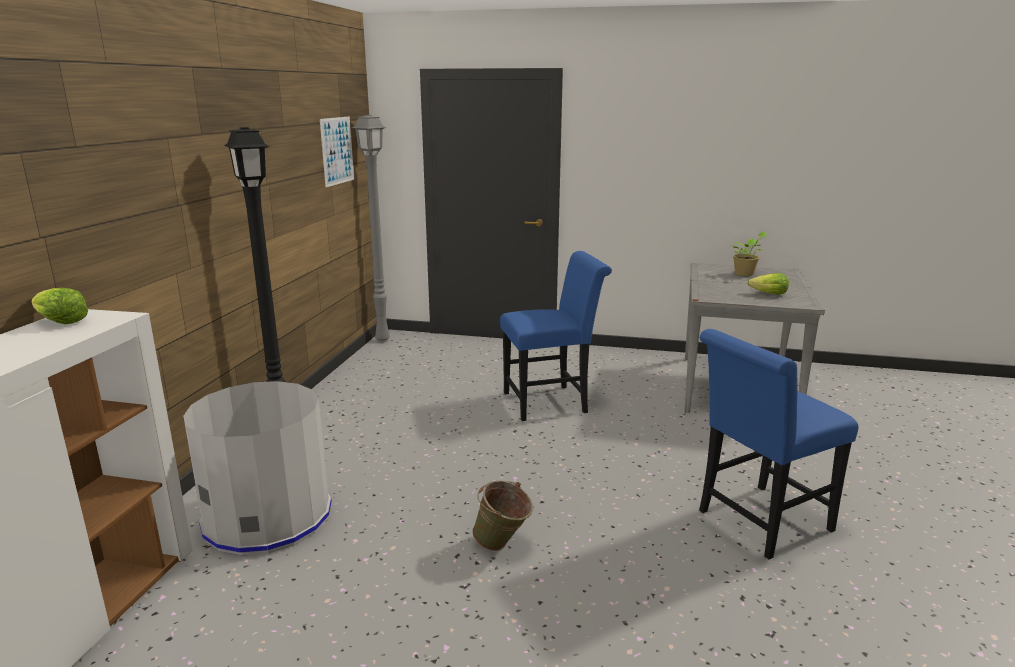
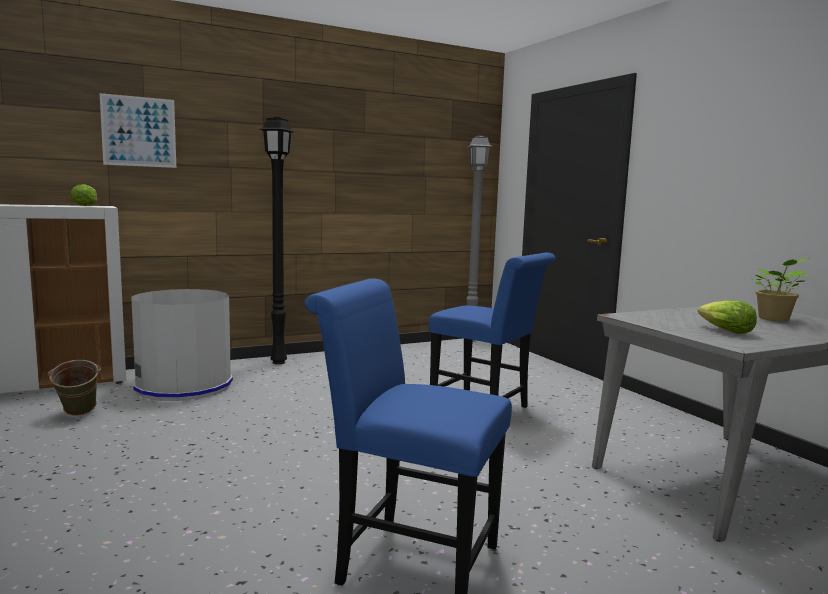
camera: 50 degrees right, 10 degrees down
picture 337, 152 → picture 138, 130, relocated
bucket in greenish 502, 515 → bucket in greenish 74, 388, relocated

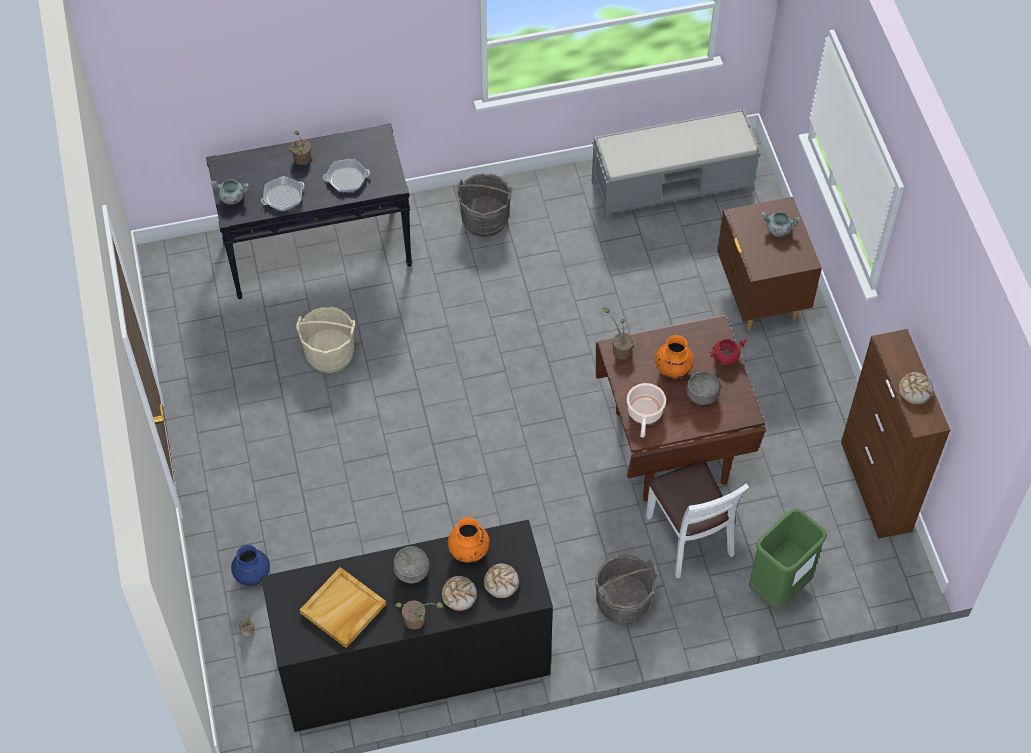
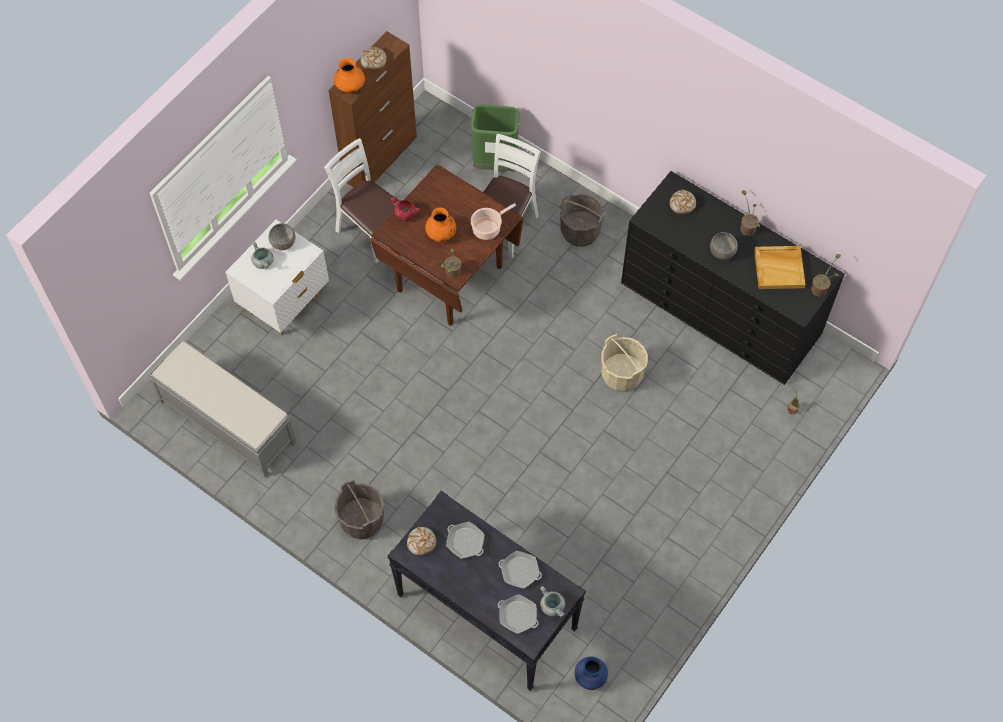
camera: 130 degrees left, 5 degrees up
decorative vase in blue 250, 565 → decorative vase in blue 591, 673, relocated
plant in a pot 300, 148 → plant in a pot 826, 275, relocated
bucket in beige-coloured 325, 340 → bucket in beige-coloured 624, 363, relocated
bread 459, 593 → bread 421, 541, relocated
decorative vase in orangey 469, 540 → decorative vase in orangey 349, 75, relocated
serving bowl in greyish 703, 388 → serving bowl in greyish 282, 236, relocated
night table in brown-coloured 769, 263 → night table in white-coloured 277, 277
- → upright chair in white-coloured 361, 201
- → pan 518, 614

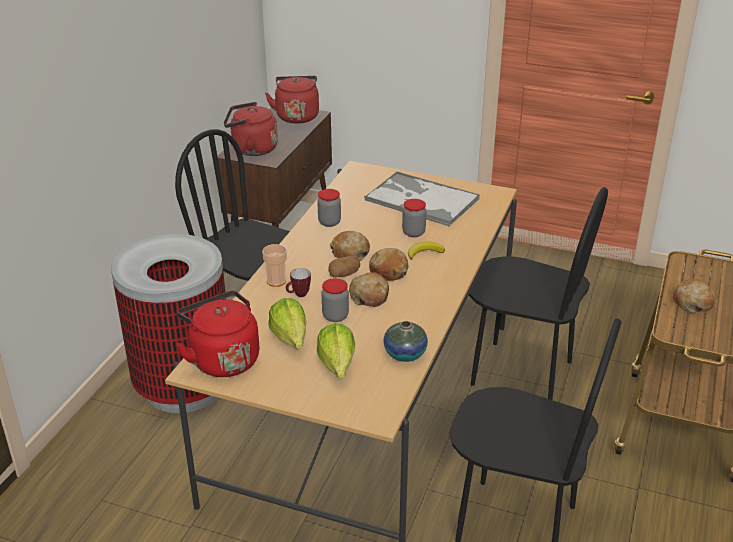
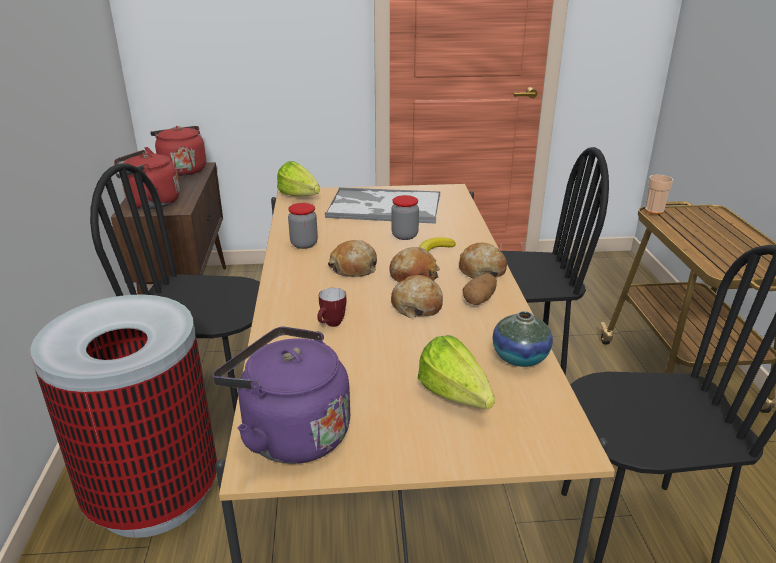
camera: 25 degrees left, 5 degrees down
tea kettle in red-coloured 217, 334 → tea kettle in purple 281, 395
drinking cup 274, 265 → drinking cup 659, 194, relocated
lettuce head 287, 323 → lettuce head 298, 178, relocated
preserve jar 335, 300 → -
potato 344, 267 → potato 480, 289, relocated
bread 694, 296 → bread 483, 261, relocated

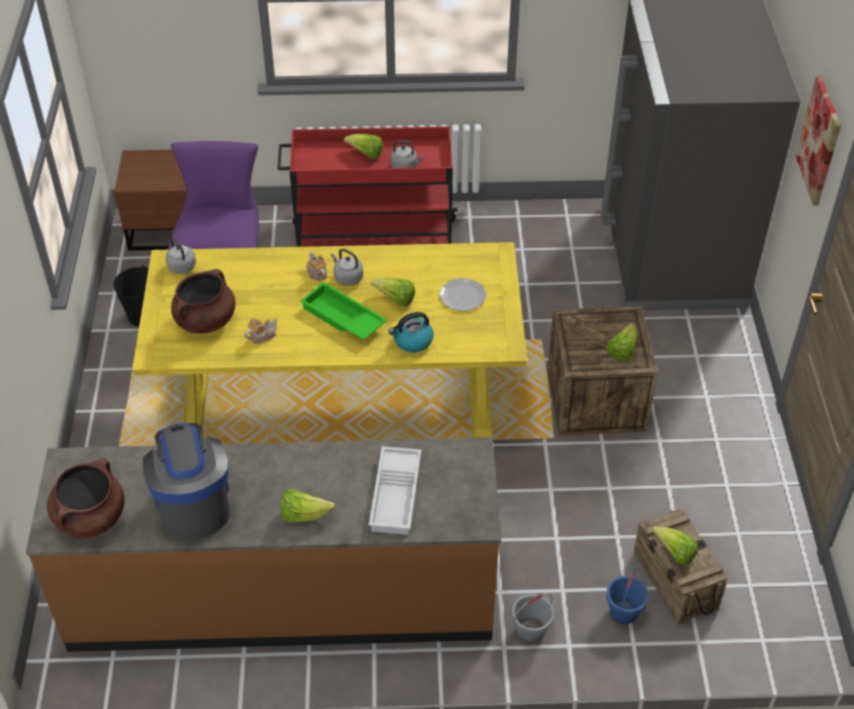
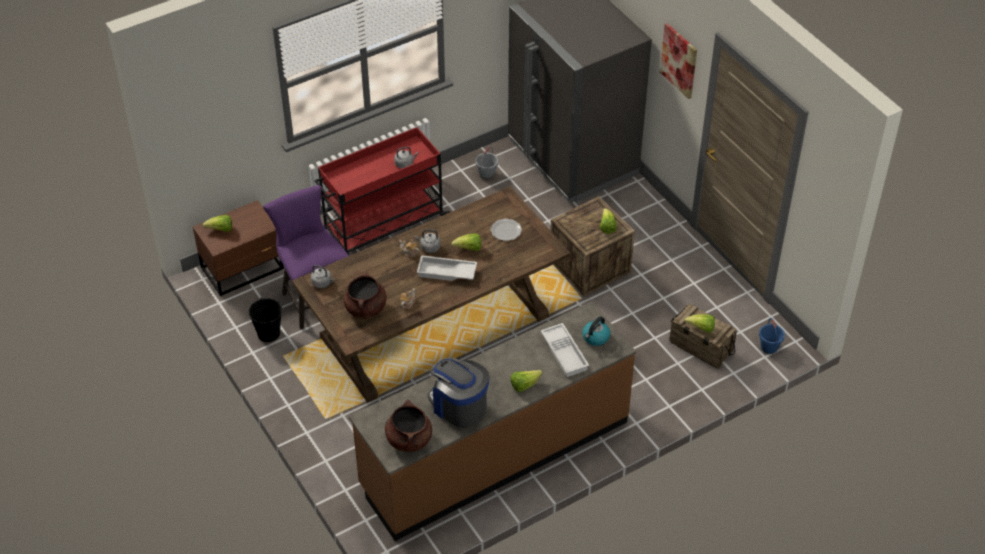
camera: 30 degrees left, 0 degrees up
dining table in yellow 330, 340 → dining table in brown-coloured 431, 294
serving tray in greenish 343, 311 → serving tray in white-coloured 447, 268
lettuce head 363, 146 → lettuce head 217, 223, relocated
tea kettle 411, 332 → tea kettle 596, 331, relocated
bucket in greyish 533, 618 → bucket in greyish 486, 163, relocated
bucket in blue 627, 596 → bucket in blue 772, 336, relocated

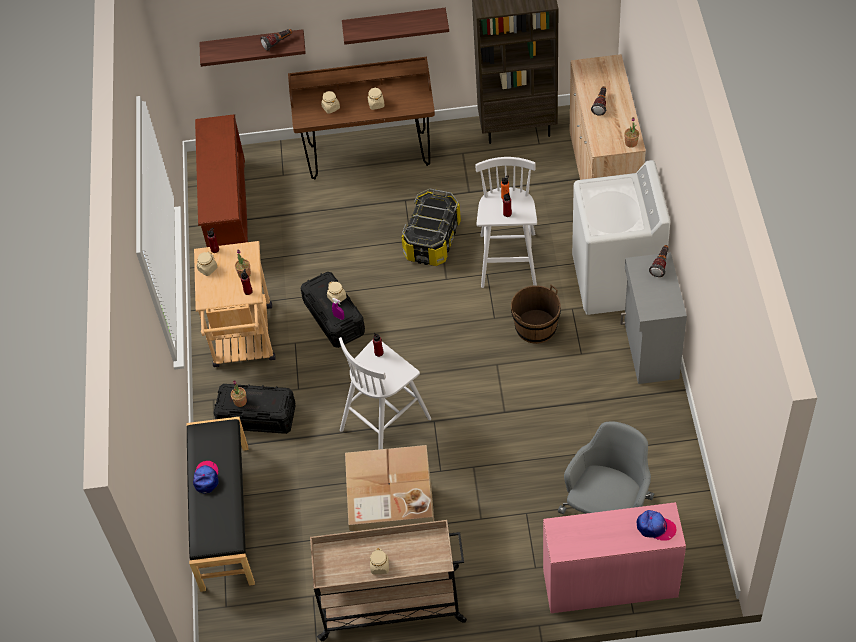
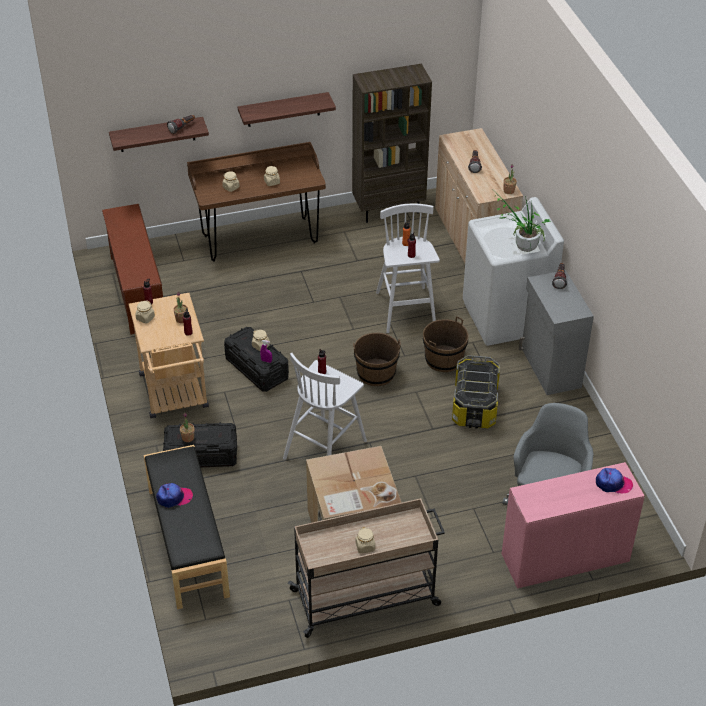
camera: 15 degrees left, 10 degrees down
baseball cap 206, 477 → baseball cap 174, 495, 90 degrees clockwise
storage container 431, 227 → storage container 476, 392, relocated
- → bucket in brown-coloured 377, 359
- → plant in a pot 524, 223

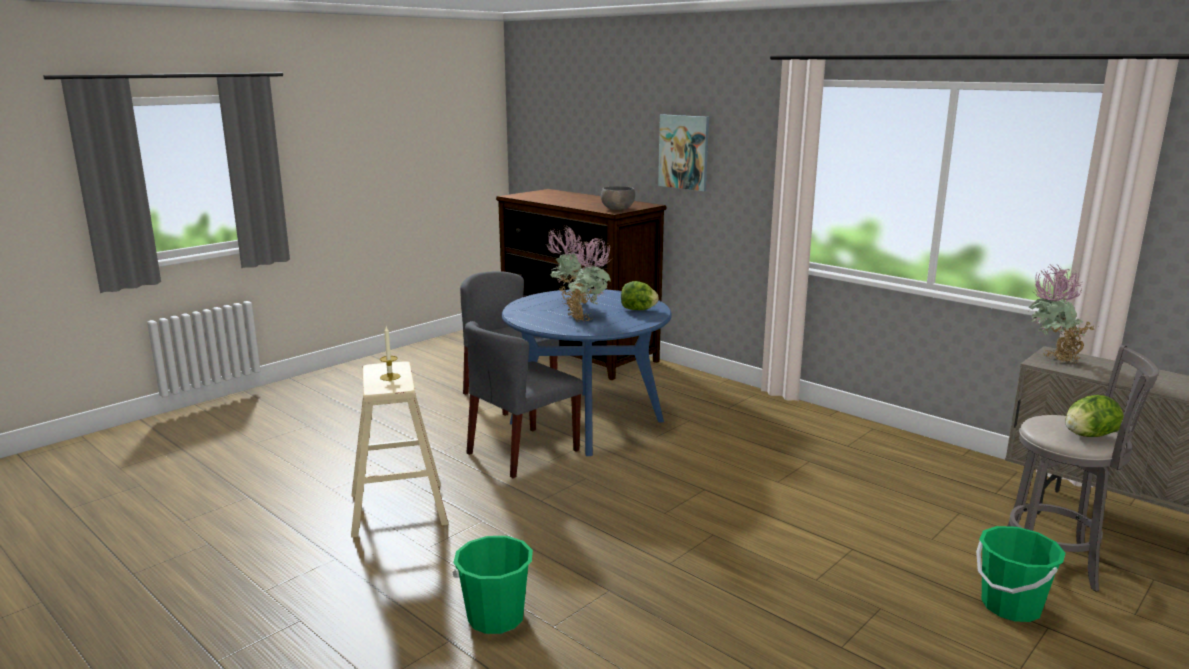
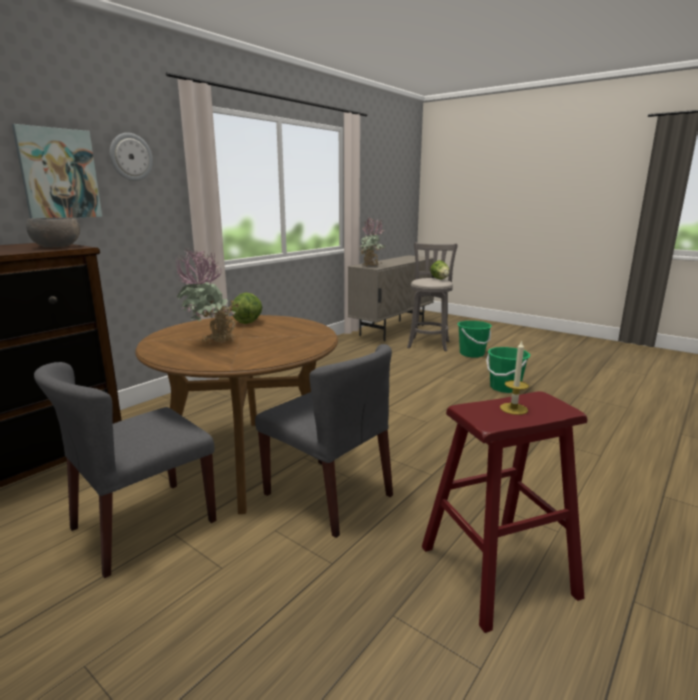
camera: 95 degrees left, 0 degrees up
sitting stool in beige-coloured 399, 449 → sitting stool in red-coloured 504, 512
bucket in greenish 492, 585 → bucket in greenish 508, 370, relocated
dining table in blue 587, 372 → dining table in brown-coloured 236, 414
plant in a pot 585, 280 → -
- → wall clock 131, 157

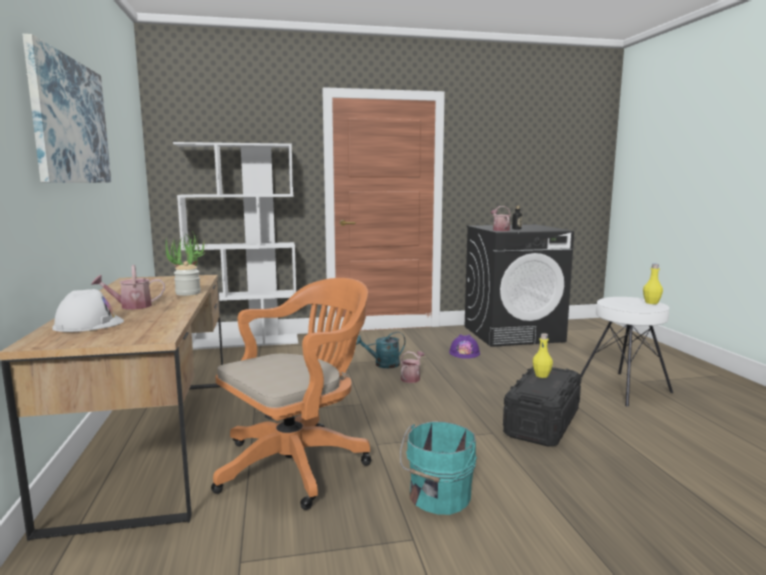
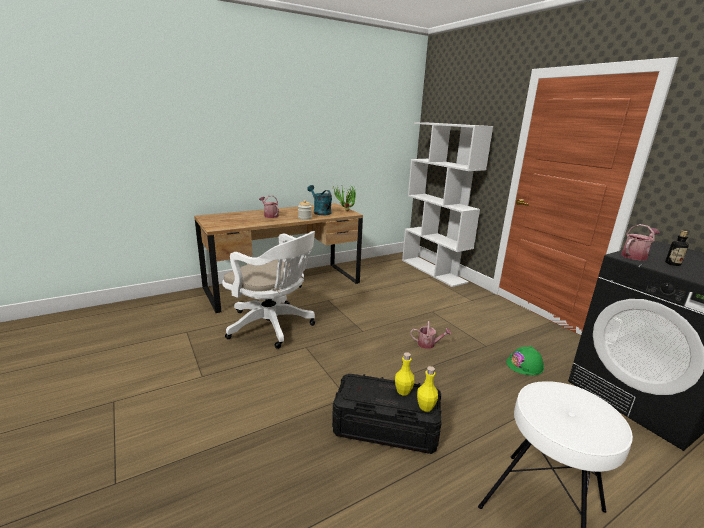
camera: 70 degrees right, 10 degrees up
picture 66, 108 → -
hard hat in white-coloured 88, 310 → -
computer chair in orangey 291, 394 → computer chair in white-coloured 268, 290
sprinkling can in turquoise-coloured 381, 350 → sprinkling can in turquoise-coloured 319, 200, relocated
bucket in turquoise-coloured 438, 468 → -
hard hat in purple 464, 346 → hard hat in greenish 525, 360
bottle in yellow 653, 284 → bottle in yellow 427, 389, relocated

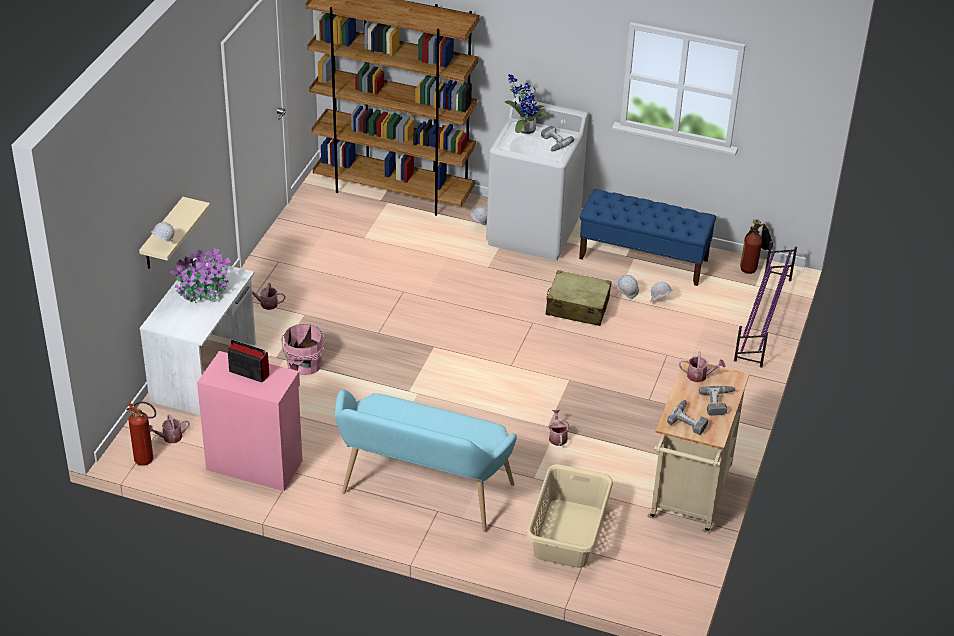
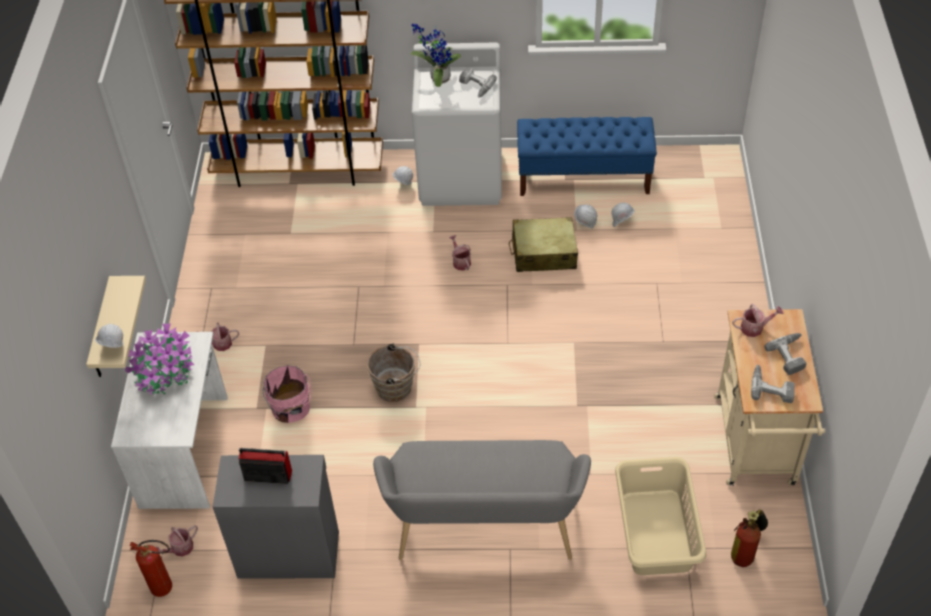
camera: 15 degrees left, 10 degrees up
storage cabinet in pink 250, 421 → storage cabinet in greyish 276, 517
indoor bench in turquoise-coloured 426, 461 → indoor bench in greyish 482, 500
sprinkling can 559, 428 → sprinkling can 460, 253, relocated
shoe rack in purple 765, 304 → -
extinguisher 756, 246 → extinguisher 749, 538, relocated
- → bucket in brown-coloured 393, 372

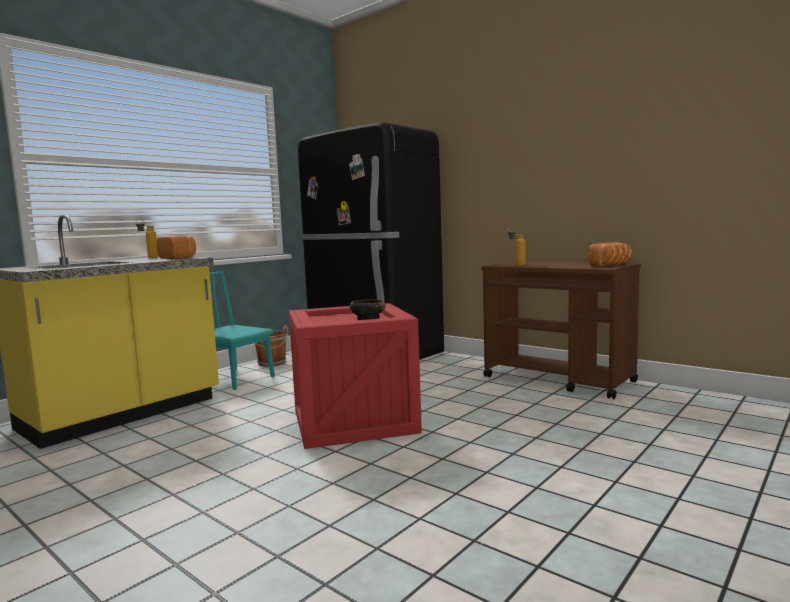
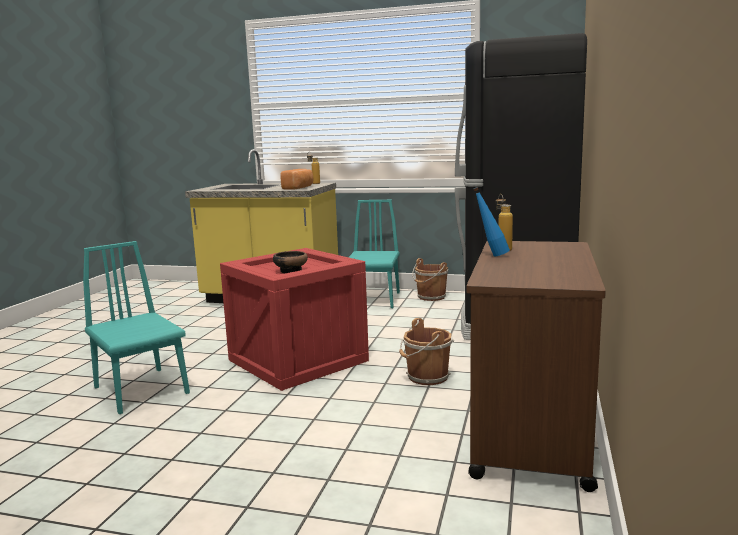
camera: 65 degrees right, 5 degrees up
bread 610, 254 → -
- → upright chair in turquoise-coloured 136, 327
- → bucket in brown-coloured 426, 351
- → bottle in blue 492, 221

